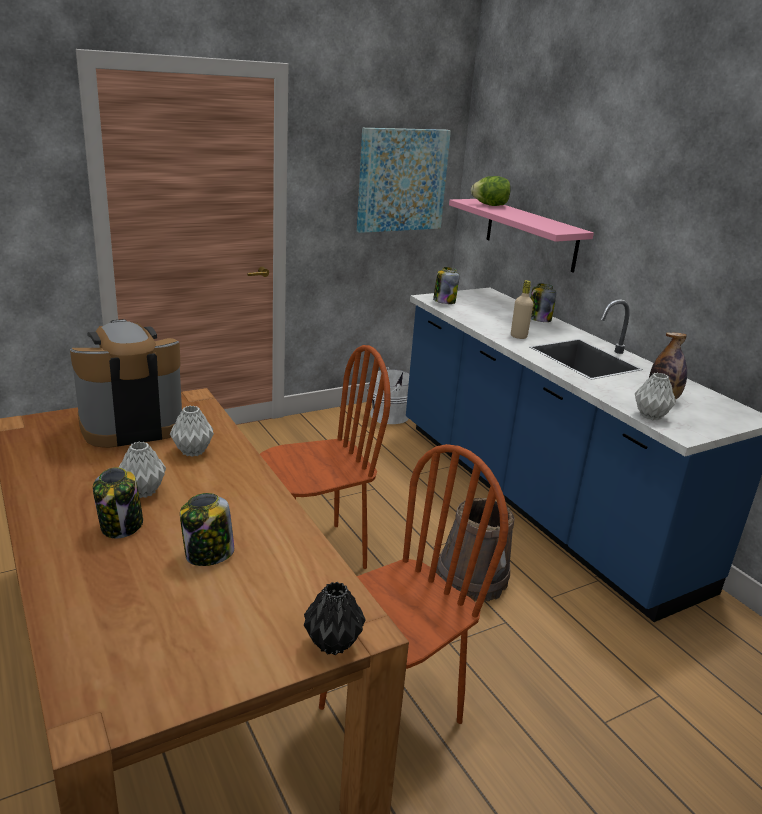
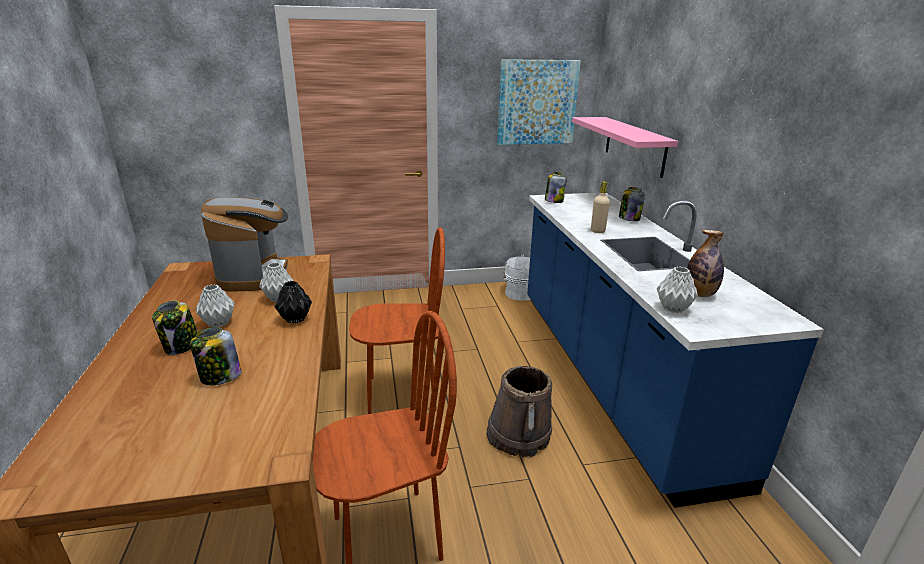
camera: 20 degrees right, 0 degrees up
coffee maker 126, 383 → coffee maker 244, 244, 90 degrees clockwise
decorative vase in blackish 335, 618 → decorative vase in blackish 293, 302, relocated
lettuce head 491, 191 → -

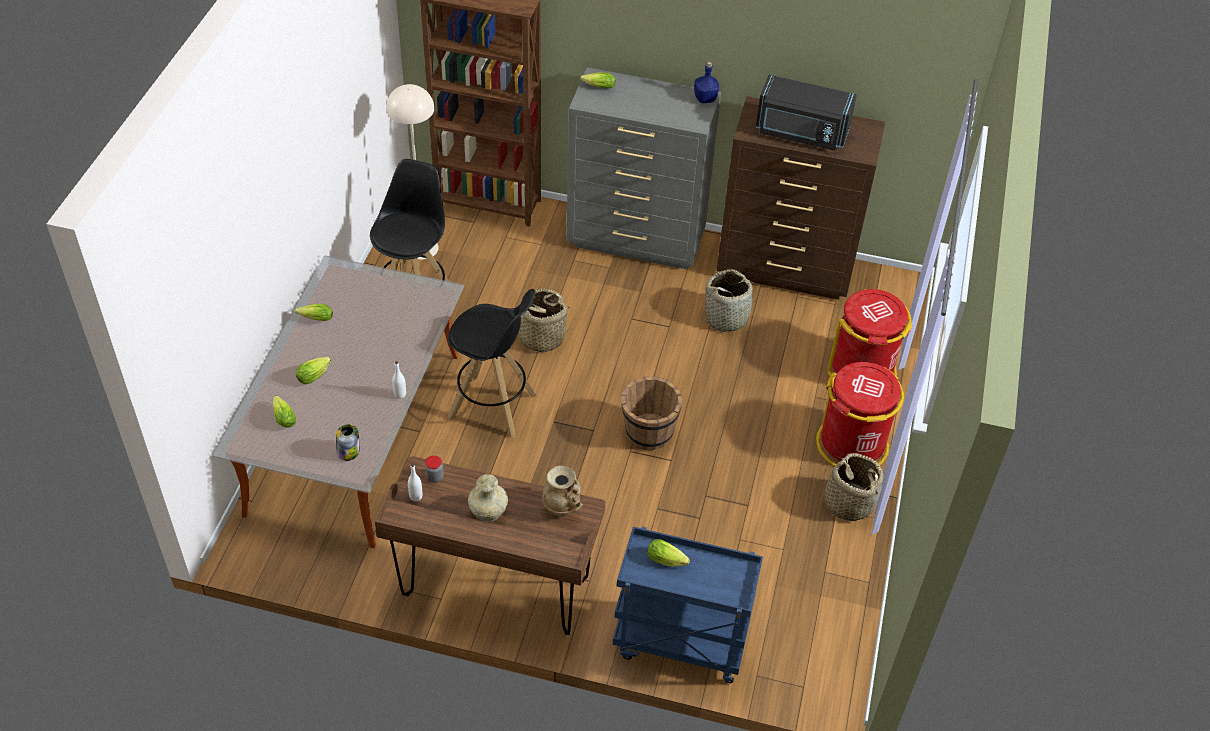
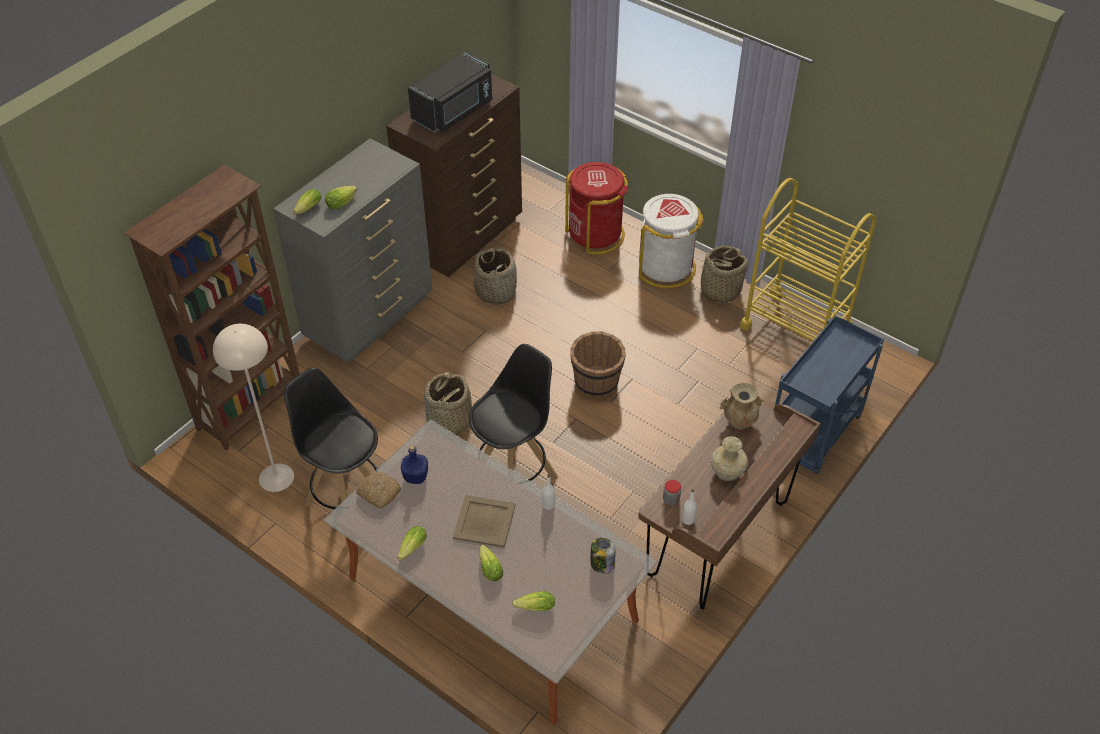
camera: 65 degrees left, 0 degrees up
lettuce head 668, 553 → lettuce head 341, 197, relocated
bottle in blue 706, 82 → bottle in blue 414, 464, relocated
waste bin in red-coloured 860, 414 → waste bin in white-coloured 671, 241
- → bread 378, 490
- → serving tray in beige-coloured 484, 521
- → wheeled cart in yellow 808, 259

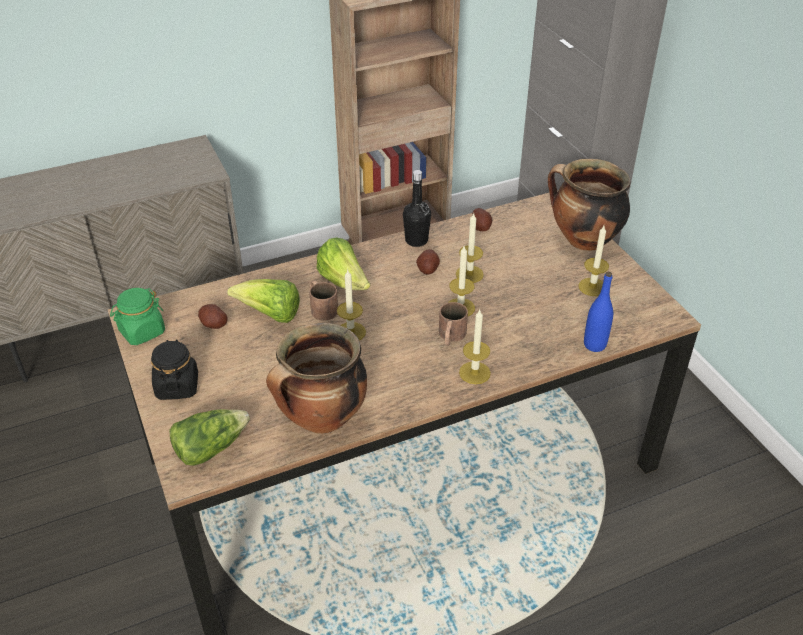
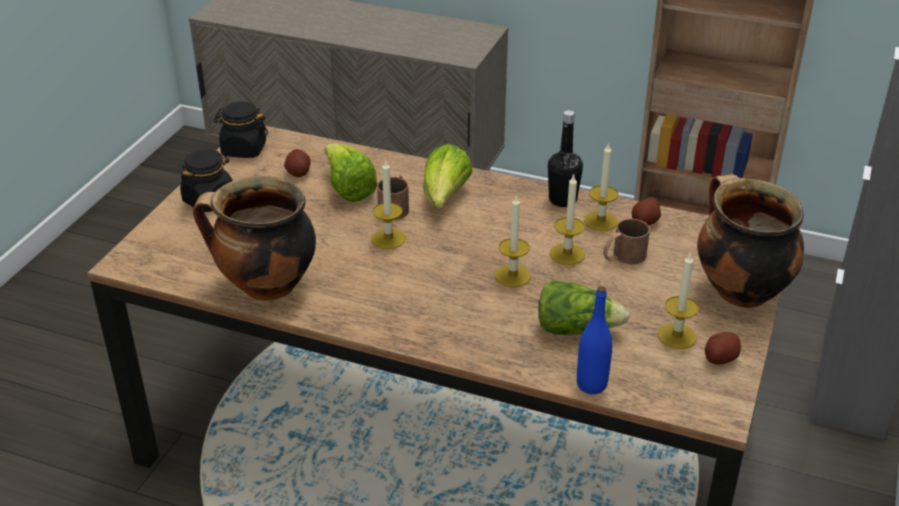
camera: 45 degrees right, 5 degrees down
preserve jar in greenish 137, 316 → preserve jar in blackish 241, 129
lettuce head 209, 437 → lettuce head 584, 307, relocated
potato 428, 262 → potato 723, 348, relocated
coffee mug in brown-coloured 453, 324 → coffee mug in brown-coloured 626, 242, relocated
wax light 475, 347 → wax light 601, 186, relocated

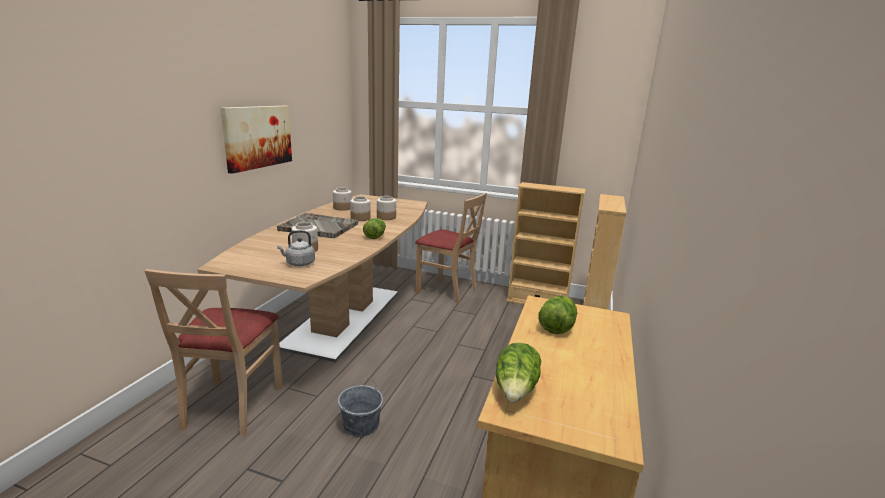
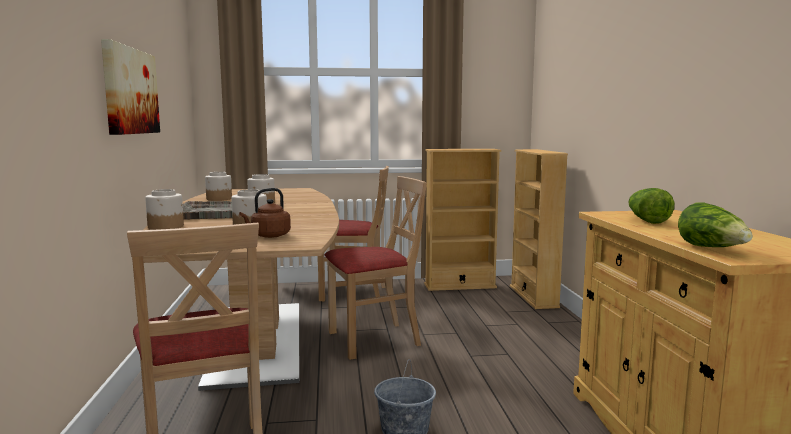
camera: 25 degrees left, 10 degrees down
tea kettle in greyish 296, 248 → tea kettle in brown-coloured 265, 213
lettuce head 374, 228 → -
preserve jar 386, 208 → preserve jar 164, 209, relocated
- → upright chair in beige-coloured 376, 268

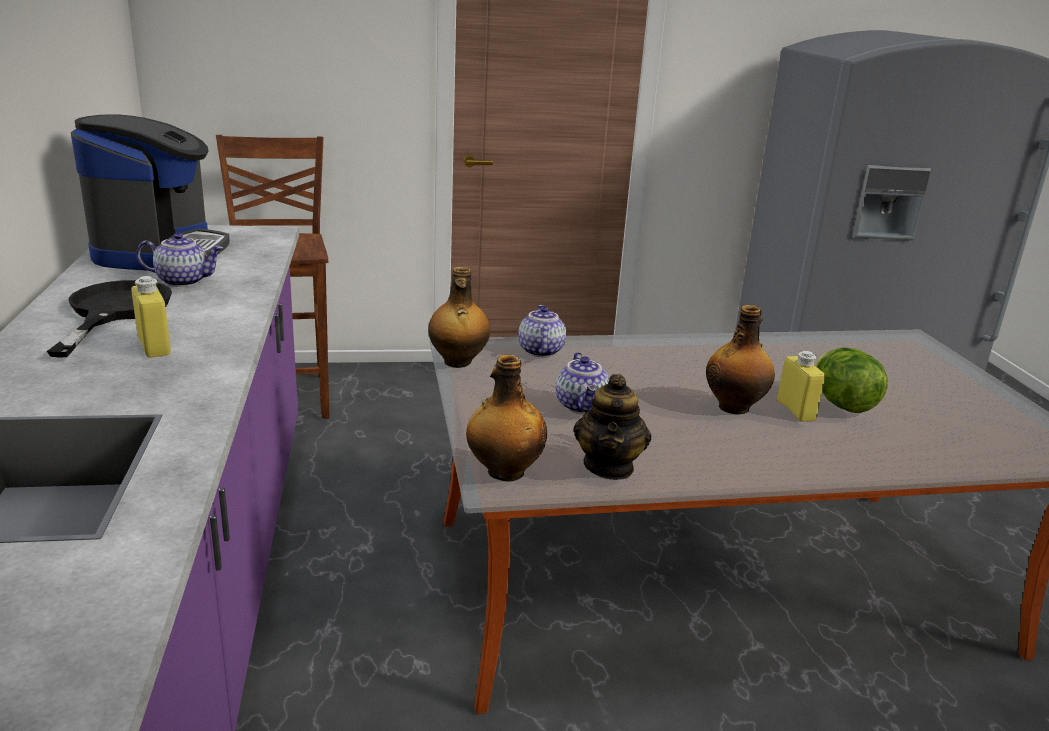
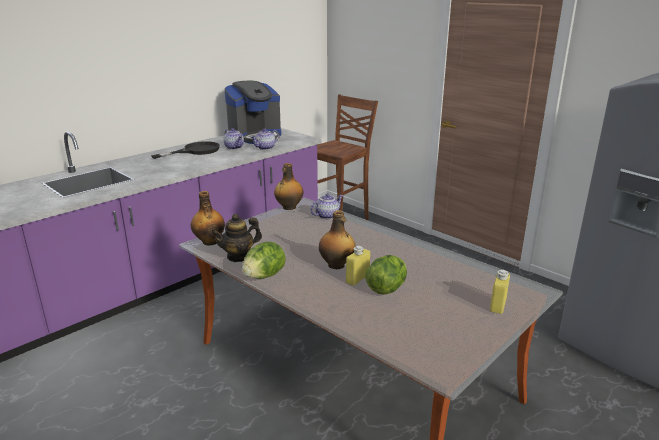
camera: 55 degrees right, 0 degrees up
bottle in yellow 151, 317 → bottle in yellow 500, 292, relocated
teapot 582, 383 → teapot 265, 139, relocated
- → lettuce head 263, 260

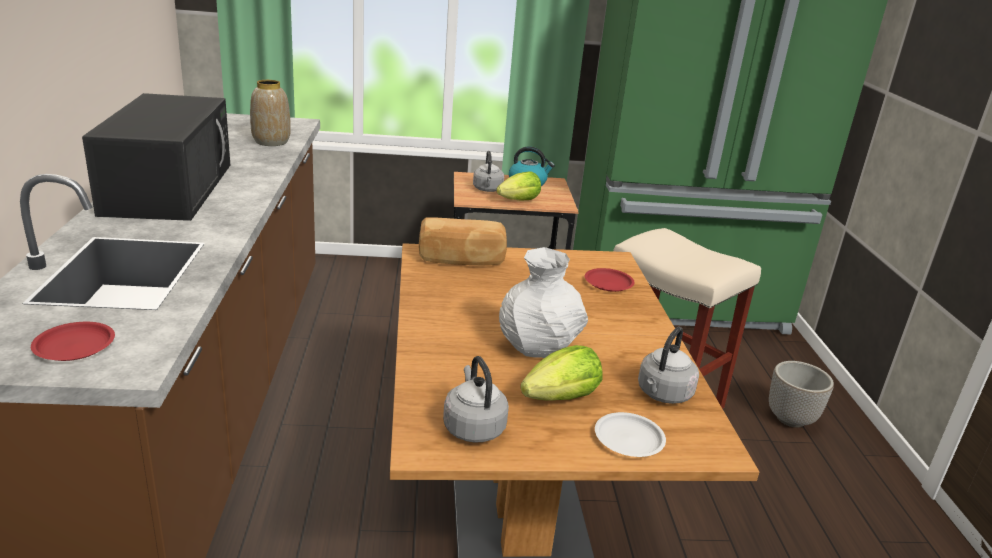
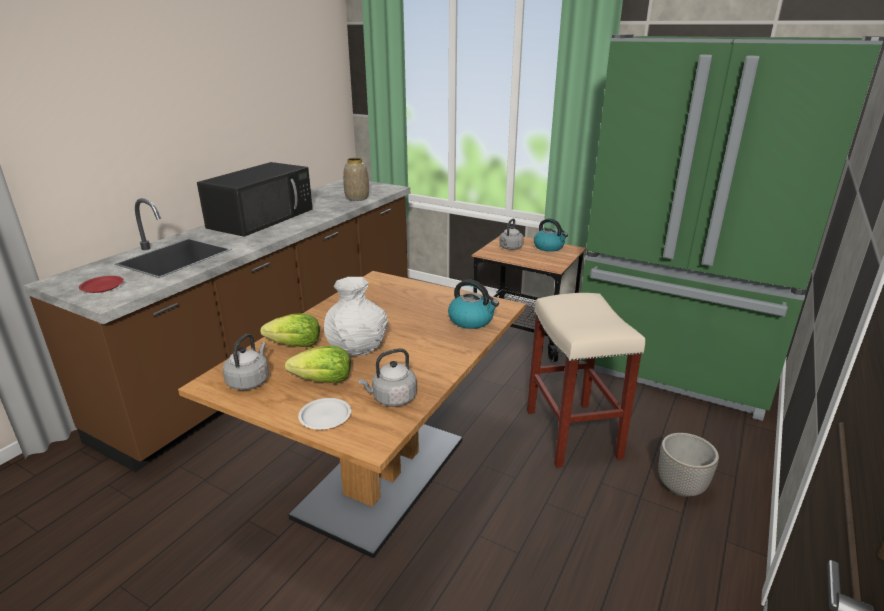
camera: 35 degrees right, 0 degrees up
bread 463, 241 → -
lettuce head 518, 186 → lettuce head 290, 330, relocated
dinner plate in red-coloured 610, 280 → tea kettle 473, 304

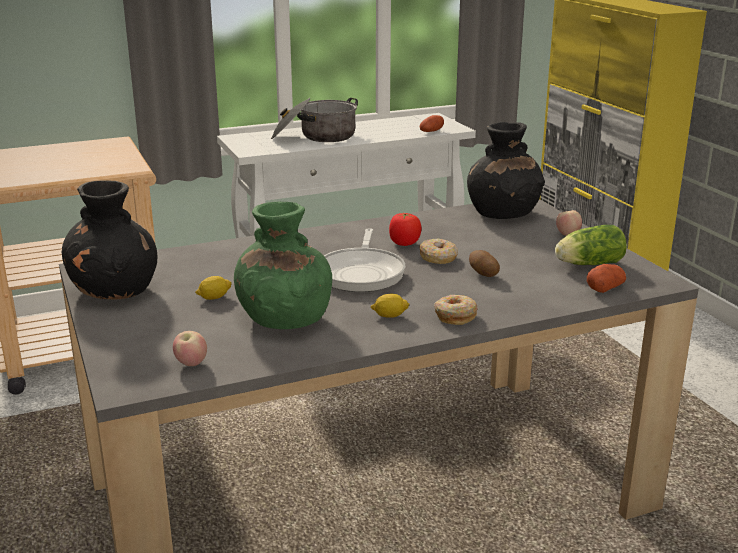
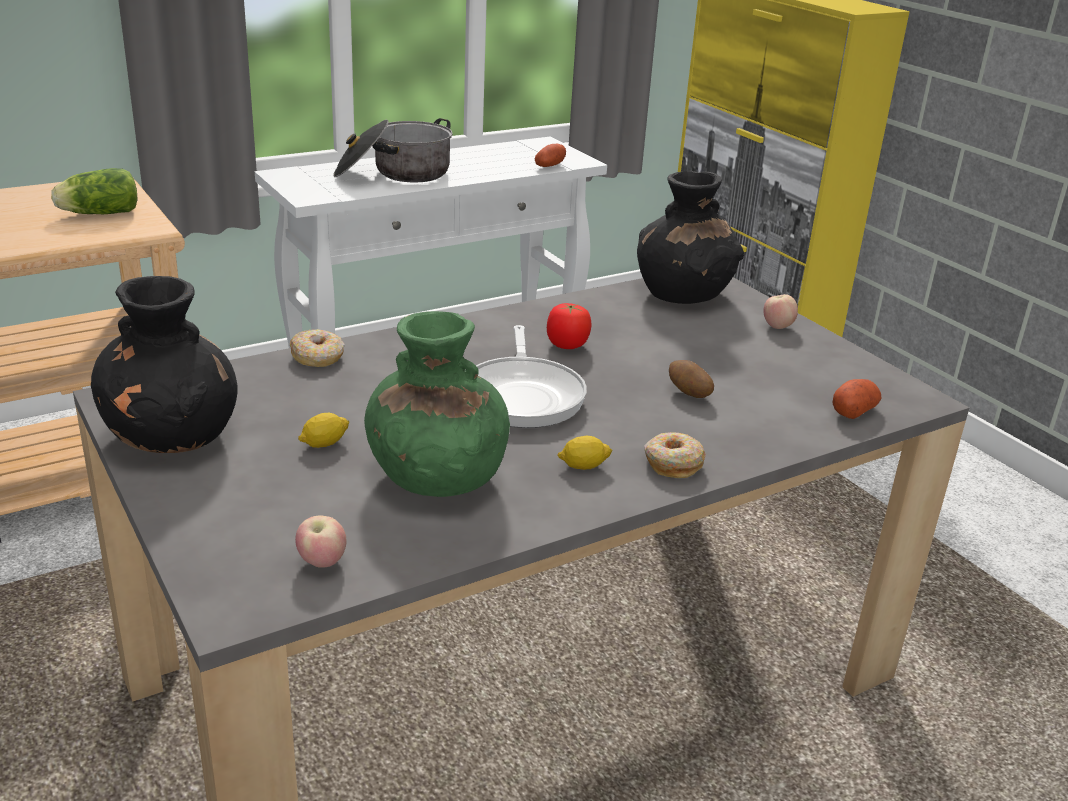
camera: 10 degrees left, 5 degrees up
donut 439, 251 → donut 317, 348, relocated
lettuce head 591, 245 → lettuce head 94, 191, relocated

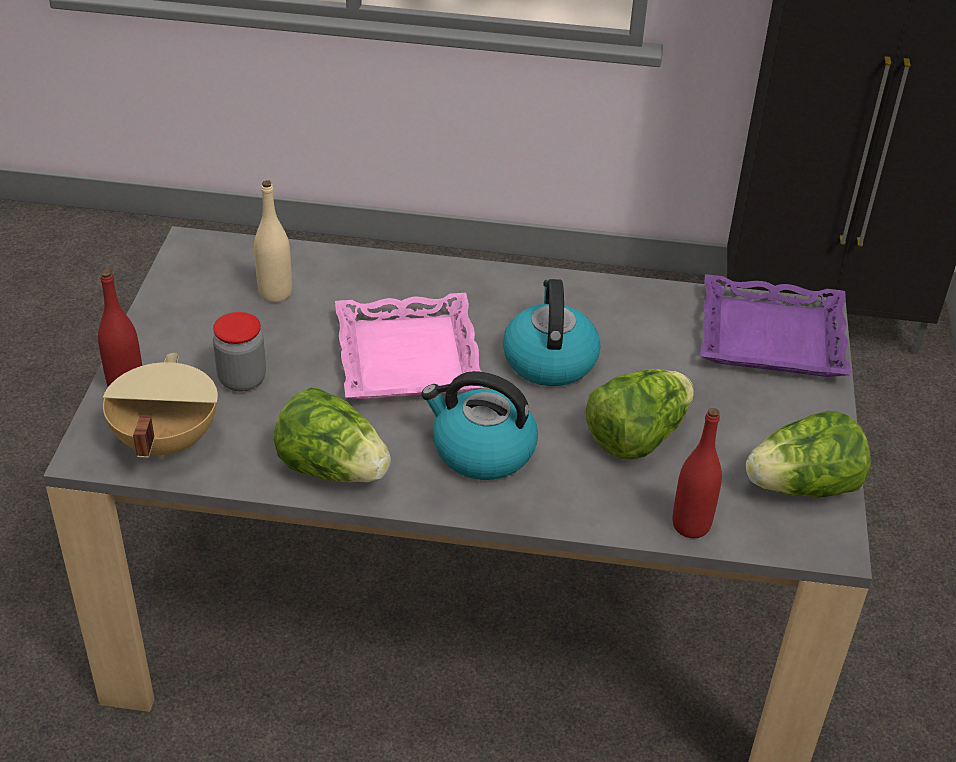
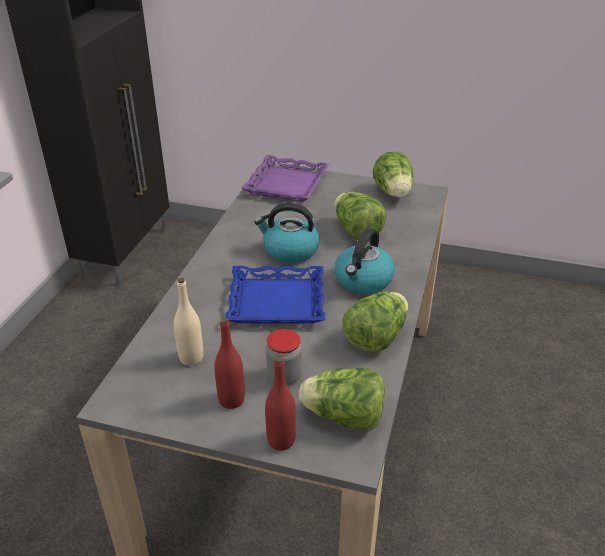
camera: 80 degrees left, 5 degrees down
saucepot in beige-coloured 160, 406 → lettuce head 341, 399
serving tray in pink 410, 346 → serving tray in blue 275, 294
bottle in red-coloured 697, 473 → bottle in red-coloured 229, 363, relocated

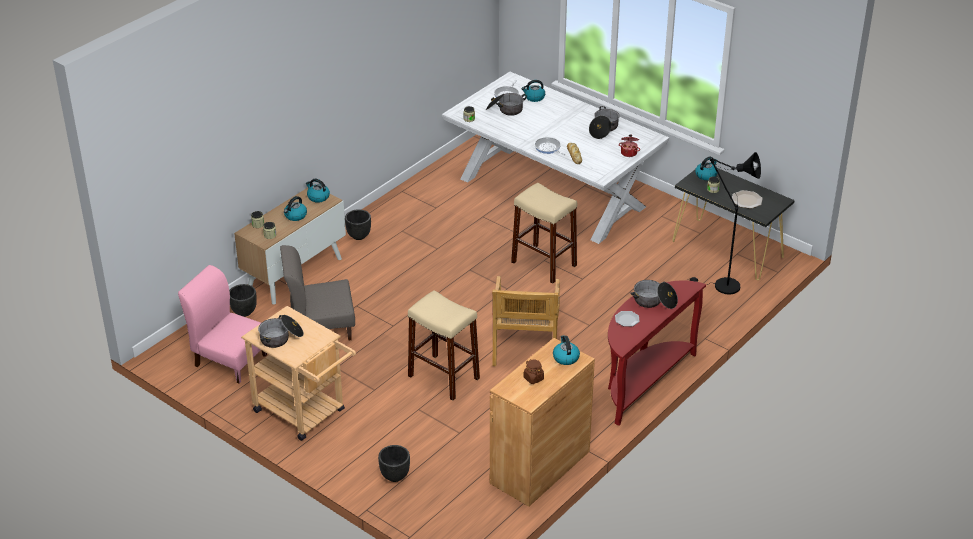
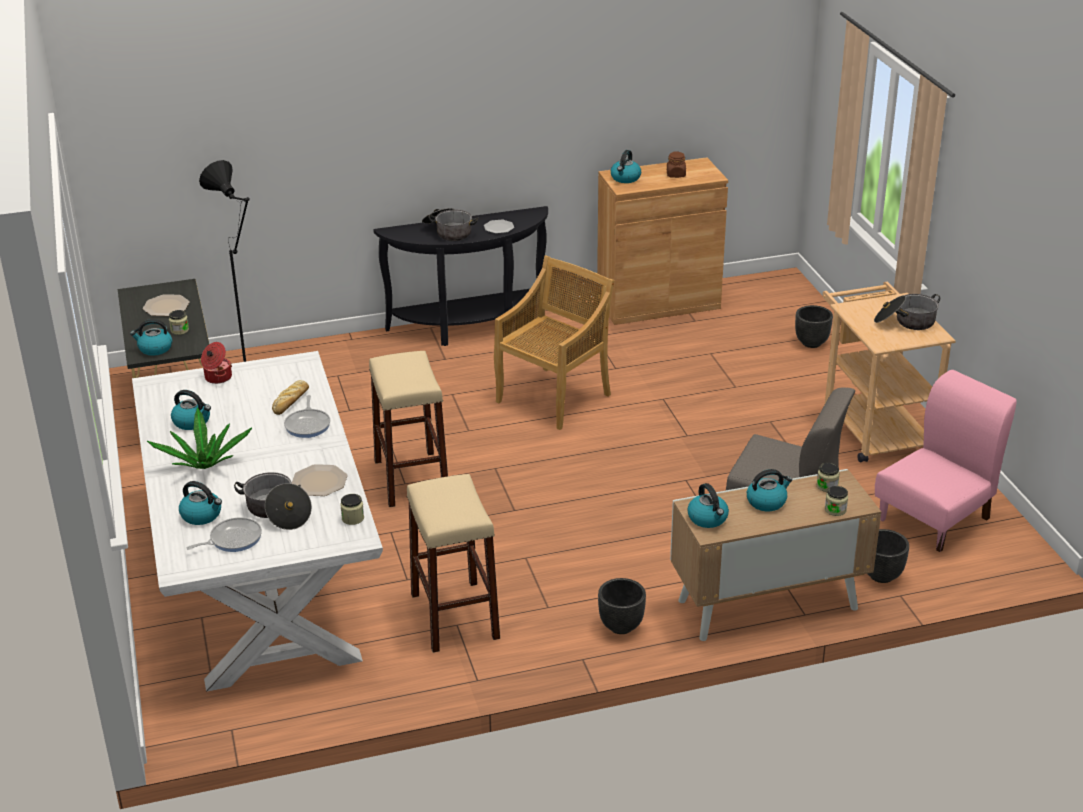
camera: 145 degrees left, 5 degrees down
upright chair in pink 222, 324 → upright chair in pink 946, 461, 105 degrees counterclockwise
sitting stool in beige-coloured 444, 345 → sitting stool in beige-coloured 453, 563, relocated
saucepot 604, 122 → tea kettle 191, 410
console table in red-coloured 657, 353 → console table in blackish 460, 276
- → plant in a pot 199, 438
- → dinner plate 319, 480

